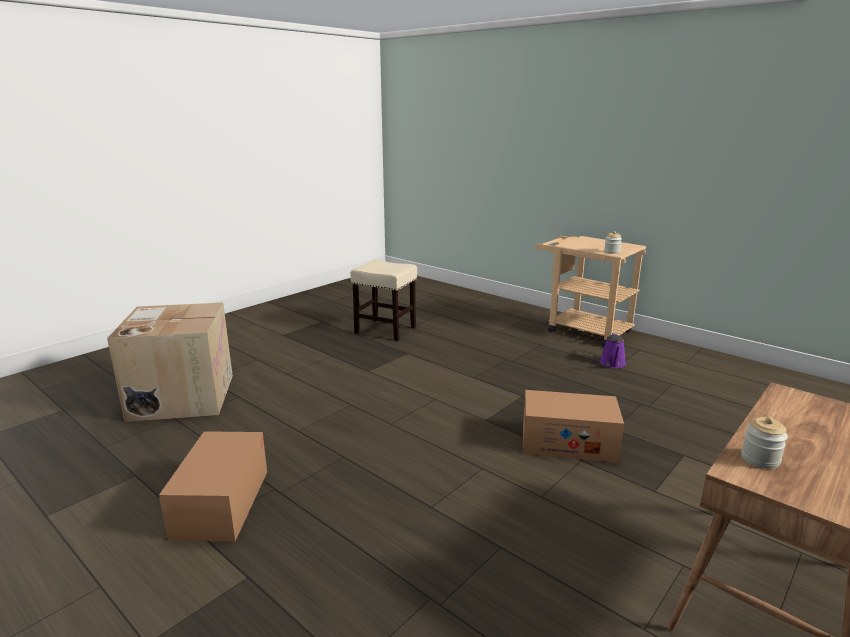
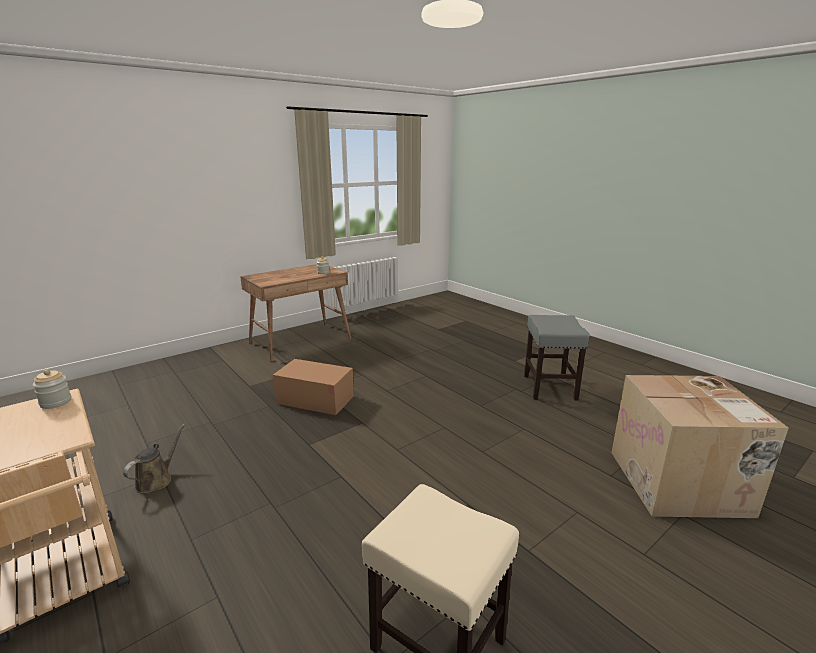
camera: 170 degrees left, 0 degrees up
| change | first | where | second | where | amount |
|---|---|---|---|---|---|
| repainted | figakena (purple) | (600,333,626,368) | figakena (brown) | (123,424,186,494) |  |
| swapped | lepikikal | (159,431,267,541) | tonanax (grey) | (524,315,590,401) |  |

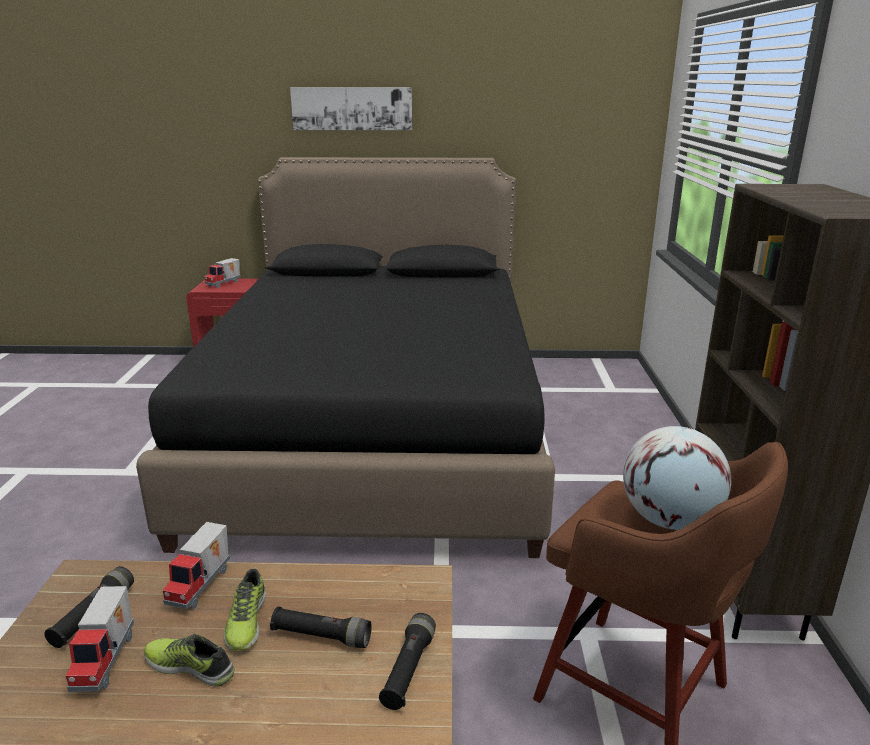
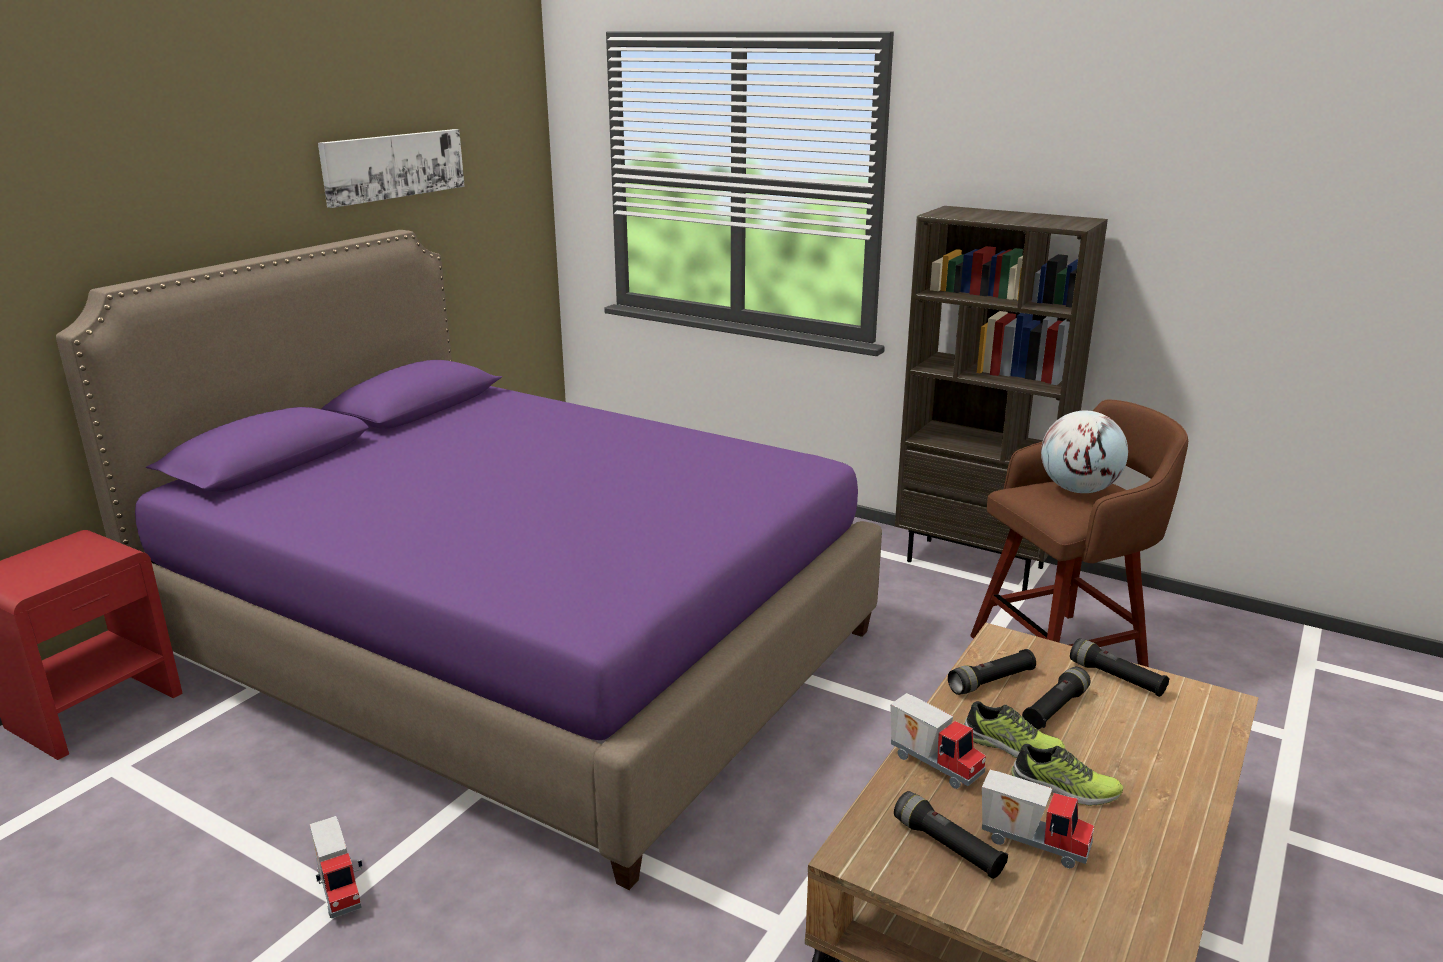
camera: 60 degrees left, 0 degrees up
| change | first | where | second | where | amount |
|---|---|---|---|---|---|
| repainted | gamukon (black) | (136,157,555,558) | gamukon (purple) | (56,230,882,890) |  |
| shifted | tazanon | (205,258,240,288) |  | (310,816,363,918) |  |
| shifted | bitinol | (290,87,412,130) |  | (318,129,465,208) |  |
| new |  |  | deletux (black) | (948,649,1036,695) |  |
| rotated | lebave | (144,634,235,686) |  | (1011,744,1123,806) | 120 degrees counterclockwise |

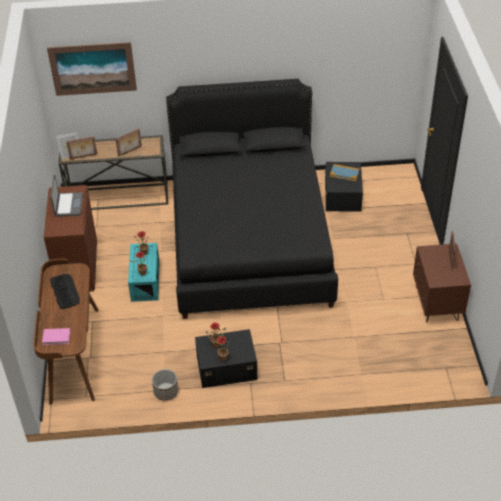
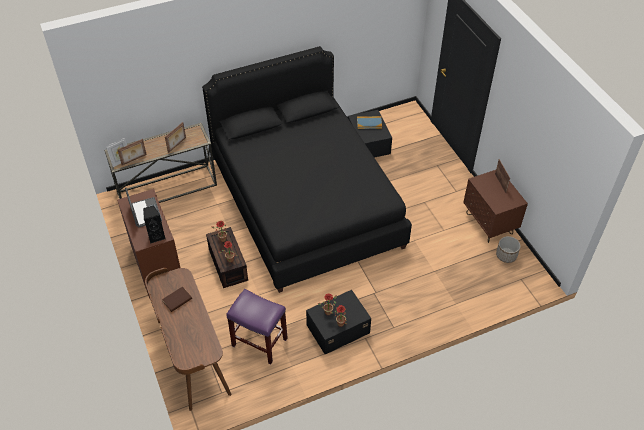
camera: 20 degrees left, 5 degrees up
| change | first | where | second | where | amount |
|---|---|---|---|---|---|
| new |  |  | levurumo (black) | (143,205,166,244) |  |
| swapped | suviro | (50,274,80,309) | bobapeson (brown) | (162,287,192,312) |  |
| repainted | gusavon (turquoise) | (128,243,159,302) | gusavon (brown) | (206,227,248,288) |  |
| new |  |  | tonanax (purple) | (226,289,288,364) |  |
| shifted | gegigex | (152,369,178,401) |  | (496,236,521,263) |  |
| gone | bobapeson (pink) | (42,328,70,345) |  |  |  |
| gone | bitinol | (47,42,137,96) |  |  |  |

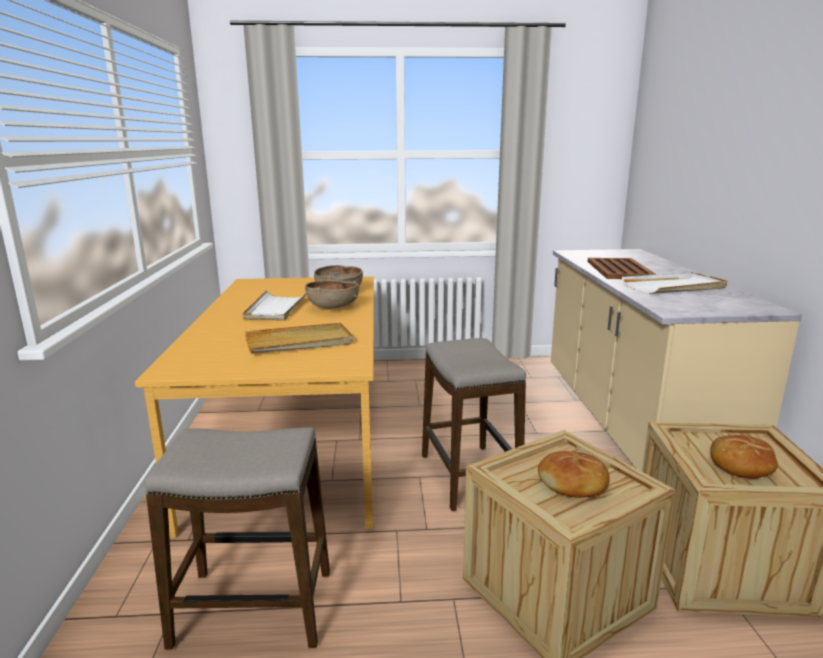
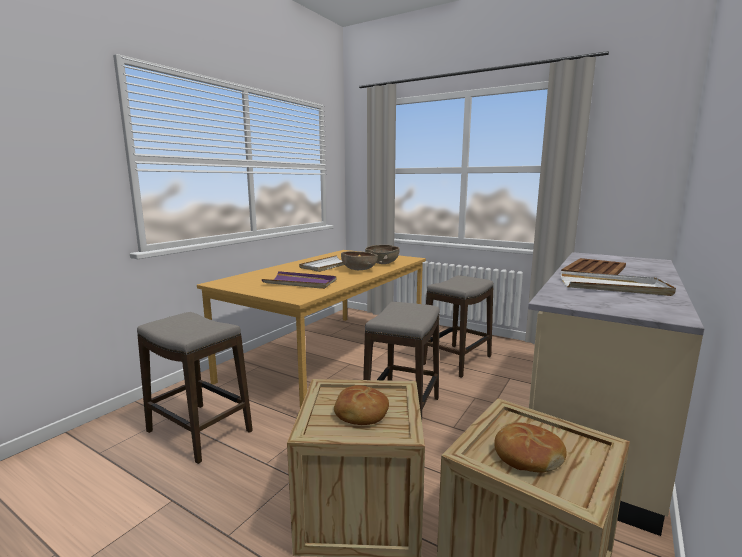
camera: 35 degrees right, 5 degrees down
| change | first | where | second | where | amount |
|---|---|---|---|---|---|
| repainted | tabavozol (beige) | (245,323,353,354) | tabavozol (purple) | (262,271,336,289) |  |
| new |  |  | tonanax | (423,275,494,378) |  |

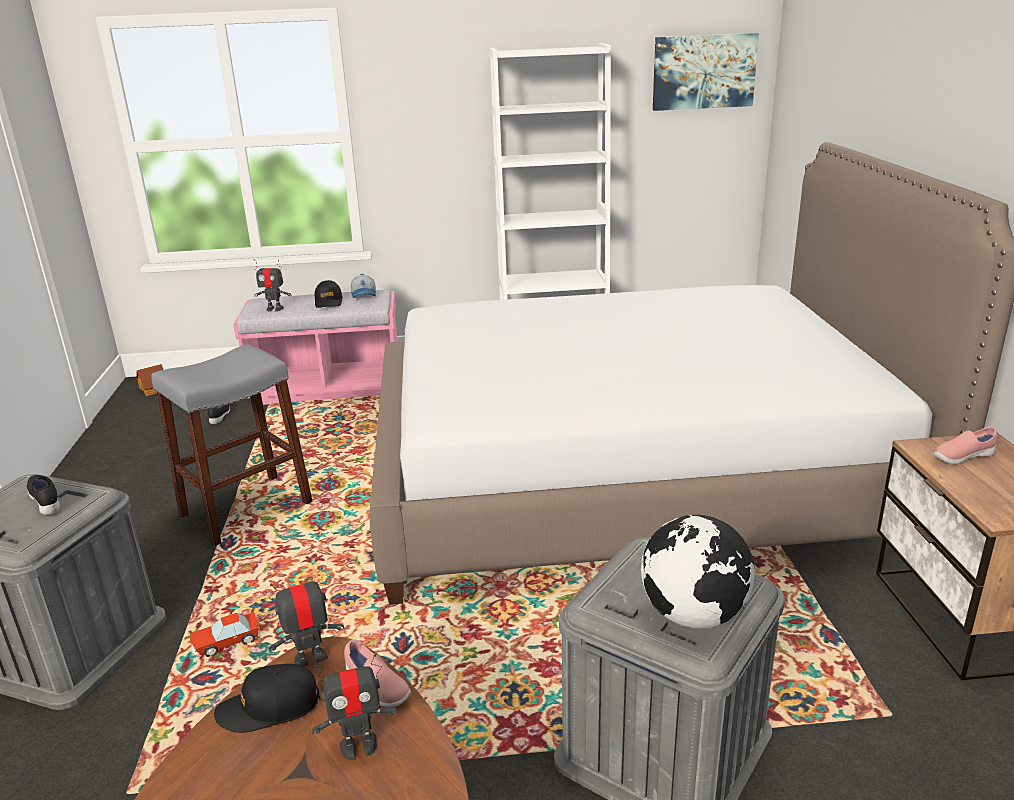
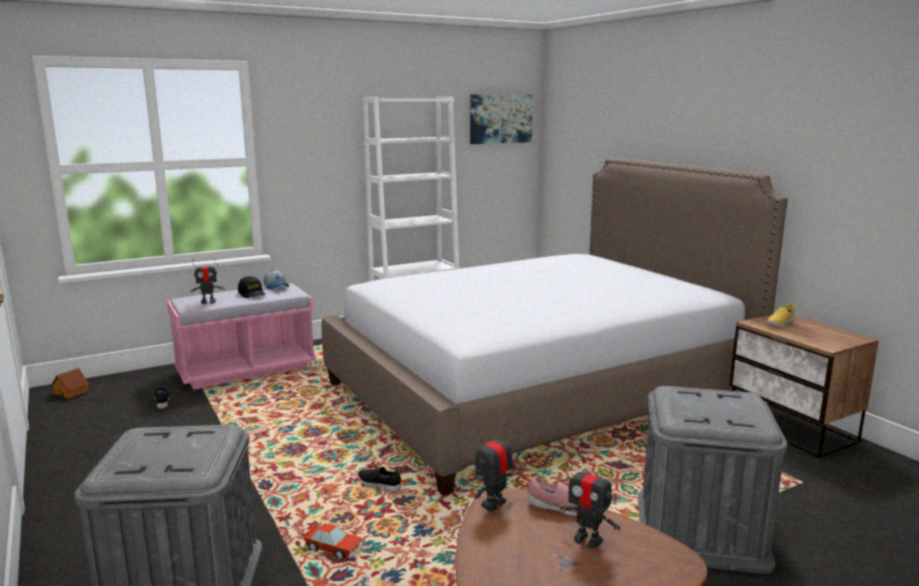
camera: 25 degrees left, 10 degrees down
| change | first | where | second | where | amount |
|---|---|---|---|---|---|
| rotated | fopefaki | (190,608,261,657) |  | (302,521,363,559) | 105 degrees counterclockwise |
| shifted | lebave (black) | (27,475,60,515) |  | (358,467,401,492) |  |
| rotated | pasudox | (312,654,398,760) |  | (560,456,620,548) | 75 degrees clockwise |
| repainted | lebave (pink) | (933,426,998,464) | lebave (yellow) | (767,304,795,328) |  |
| gone | tonanax (grey) | (151,344,313,547) |  |  |  |
| gone | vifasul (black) | (214,664,320,733) |  |  |  |
| gone | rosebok | (641,515,755,629) |  |  |  |

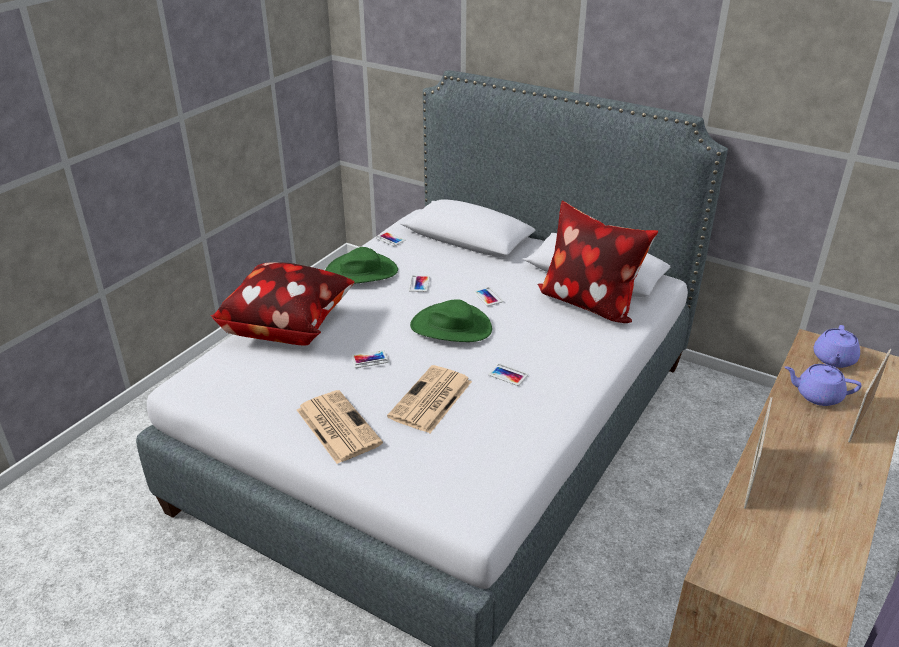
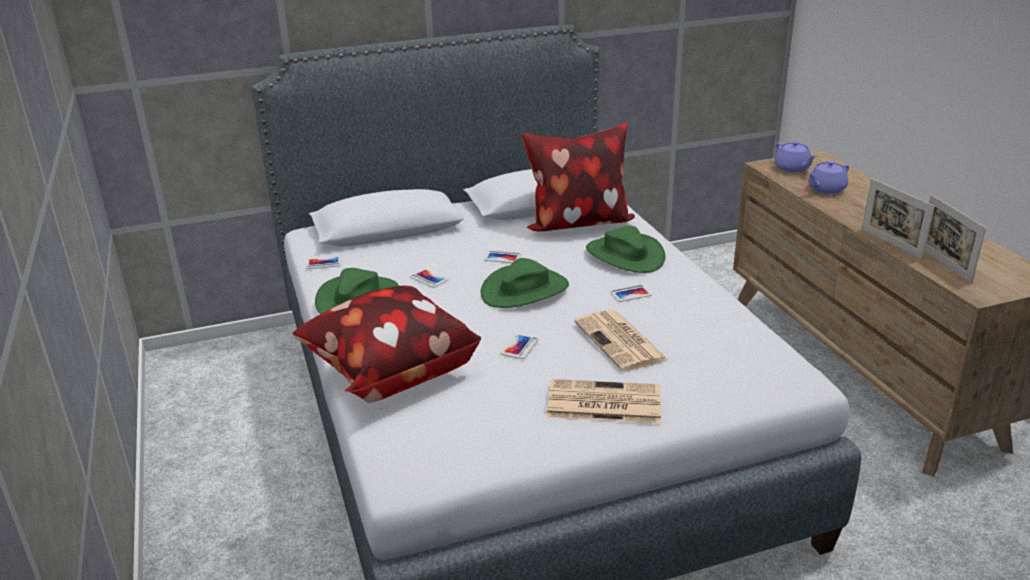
camera: 50 degrees left, 5 degrees down
| change | first | where | second | where | amount |
|---|---|---|---|---|---|
| new |  |  | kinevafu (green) | (586,226,666,273) |  |
| shifted | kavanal | (848,349,892,442) |  | (925,194,986,283) |  |

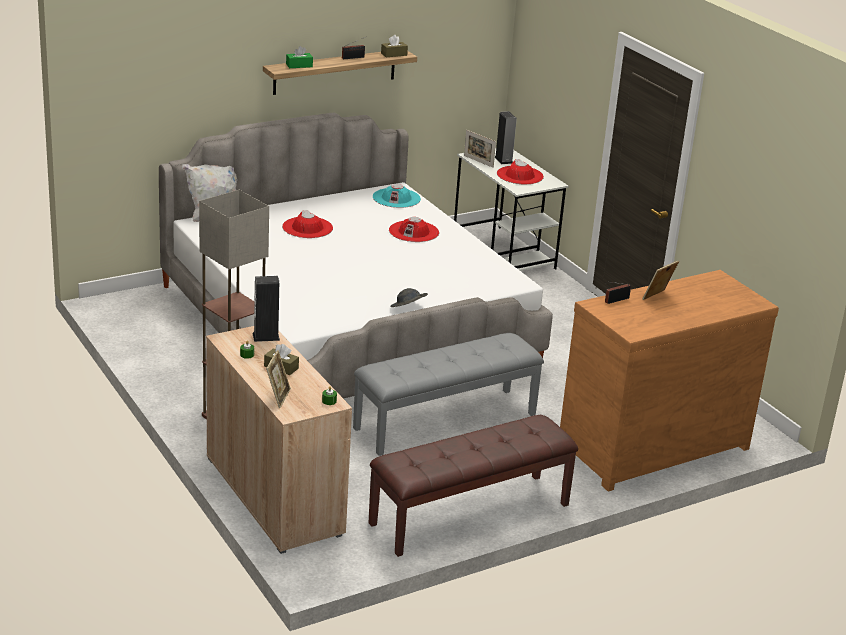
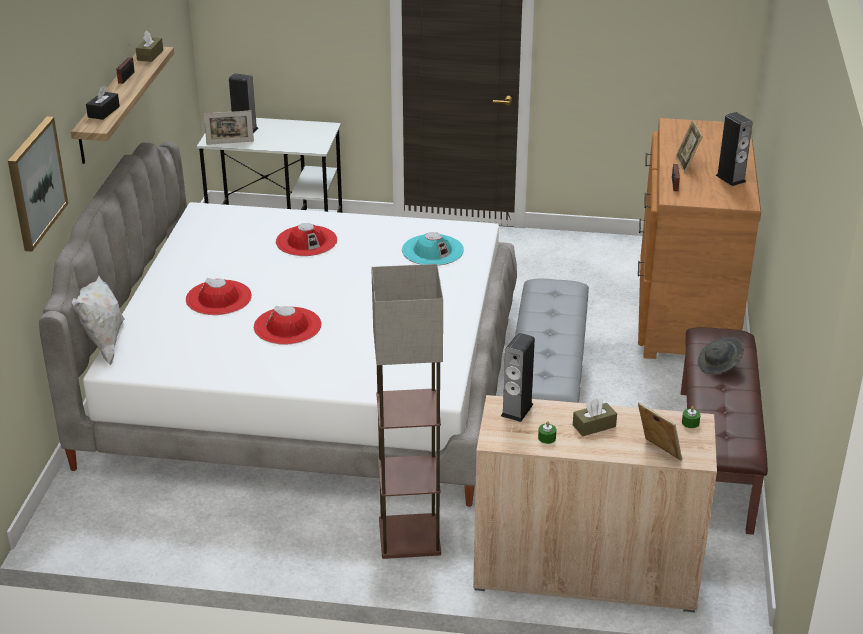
camera: 50 degrees left, 5 degrees up
| change | first | where | second | where | amount |
|---|---|---|---|---|---|
| new |  |  | bitinol | (8,117,68,252) |  |
| repainted | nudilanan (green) | (286,46,313,68) | nudilanan (black) | (86,86,120,120) |  |
| shifted | kinevafu (red) | (497,159,544,184) |  | (254,306,321,345) |  |
| shifted | kinevafu (turquoise) | (373,184,421,208) |  | (402,232,464,266) |  |
| shifted | kinevafu (grey) | (390,288,428,307) |  | (697,337,744,374) |  |
| new |  |  | levurumo | (716,112,753,186) |  |

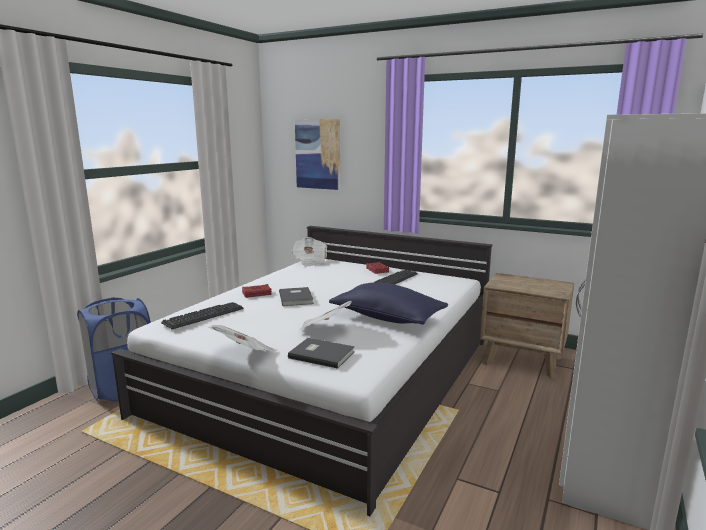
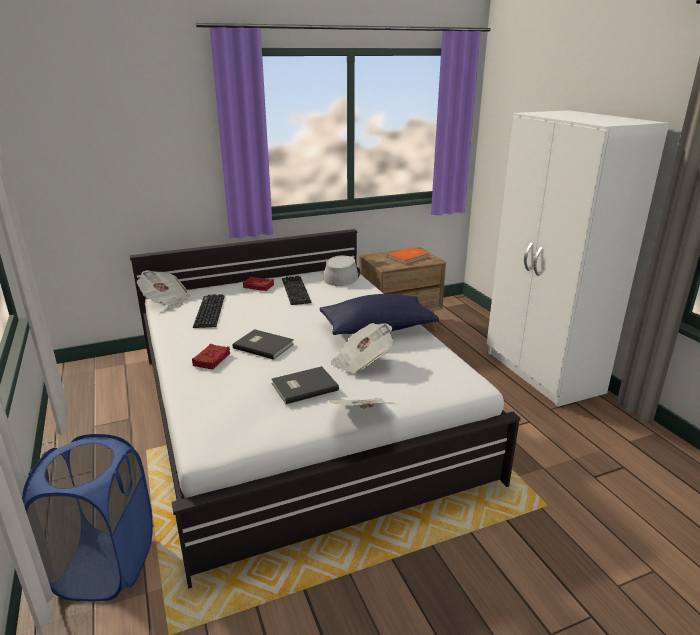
camera: 50 degrees left, 10 degrees up
| change | first | where | second | where | amount |
|---|---|---|---|---|---|
| shifted | suviro | (161,302,244,329) |  | (193,294,225,328) |  |
| shifted | bobapeson (grey) | (288,338,355,369) |  | (271,366,339,404) |  |
| new |  |  | kinevafu (grey) | (323,255,361,286) |  |
| new |  |  | bobapeson (orange) | (387,247,430,264) |  |
| gone | bitinol | (295,119,340,190) |  |  |  |

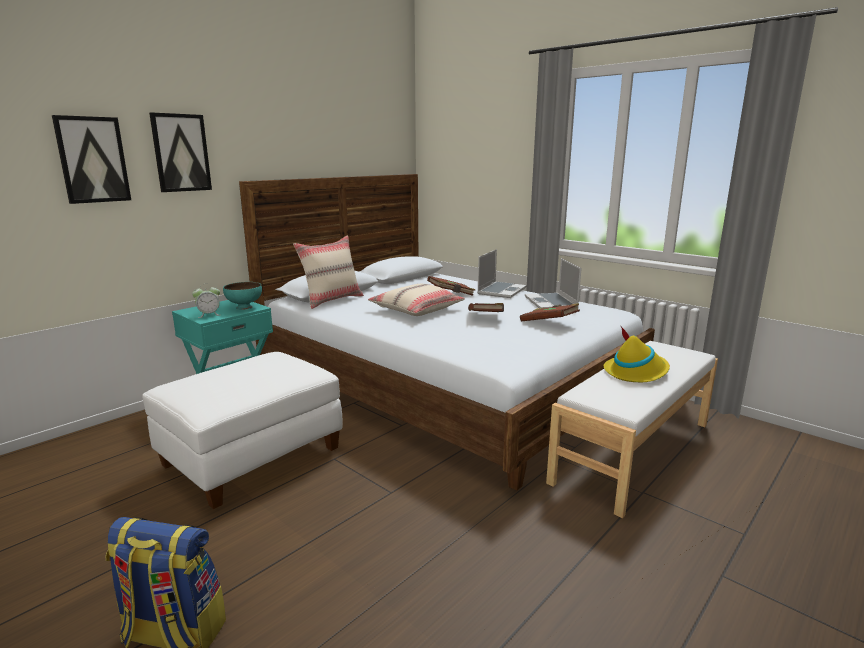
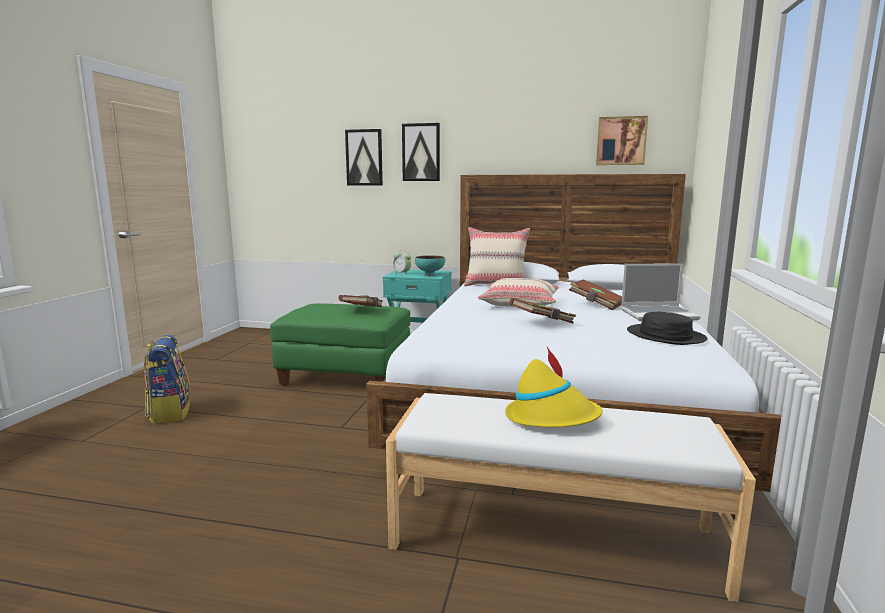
camera: 60 degrees right, 5 degrees down
| change | first | where | second | where | amount |
|---|---|---|---|---|---|
| repainted | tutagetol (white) | (142,352,343,509) | tutagetol (green) | (270,303,410,385) |  |
| shifted | bobapeson (brown) | (520,303,580,321) |  | (339,295,383,307) |  |
| new |  |  | bitinol | (596,116,648,165) |  |
| swapped | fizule | (525,258,582,308) | kinevafu (black) | (627,312,707,345) |  |

